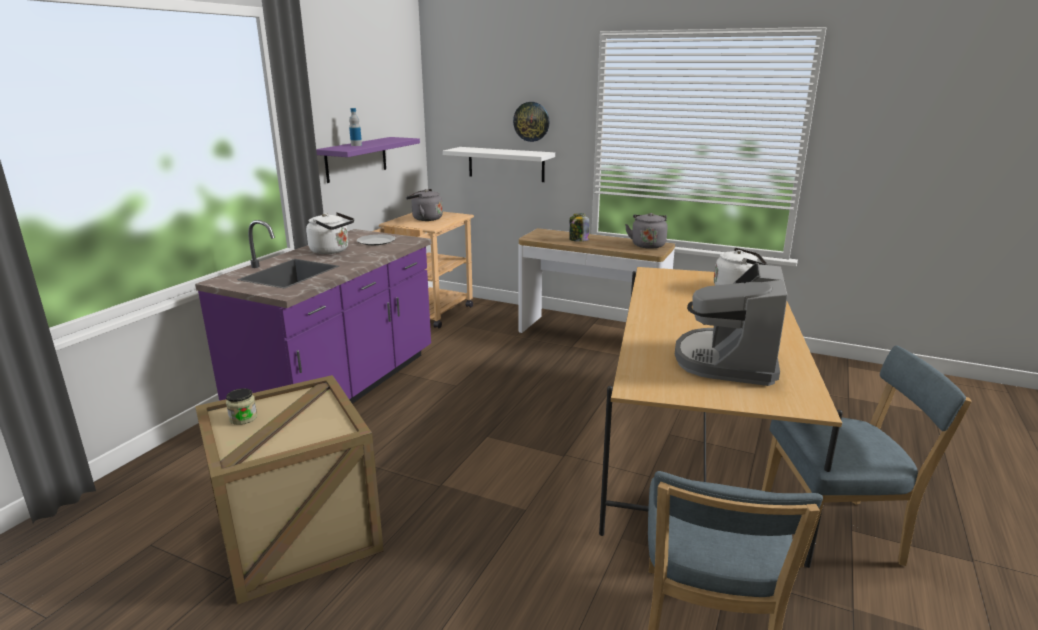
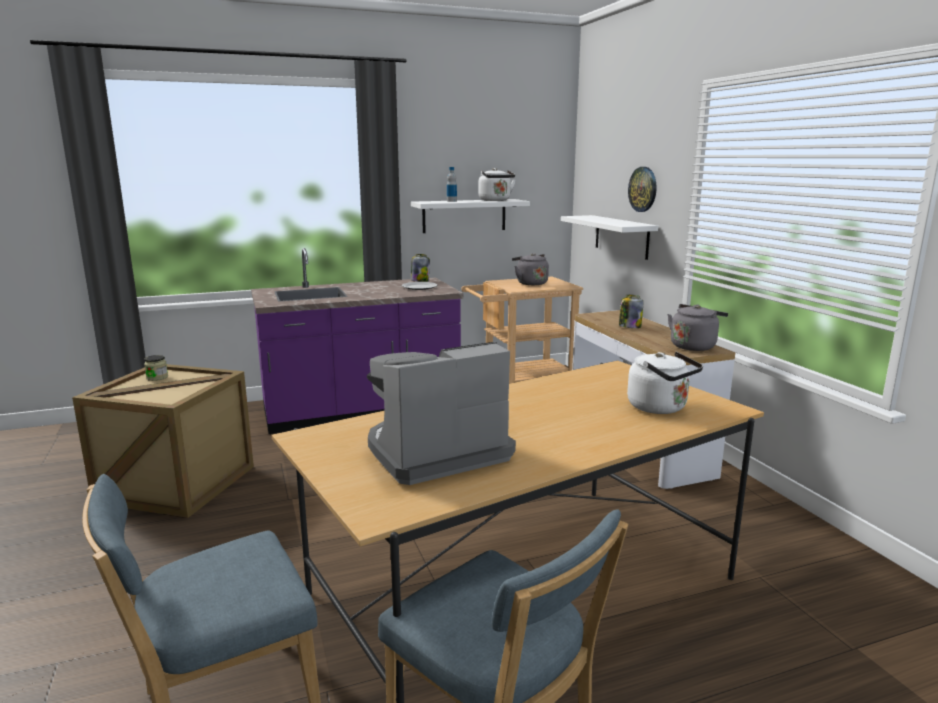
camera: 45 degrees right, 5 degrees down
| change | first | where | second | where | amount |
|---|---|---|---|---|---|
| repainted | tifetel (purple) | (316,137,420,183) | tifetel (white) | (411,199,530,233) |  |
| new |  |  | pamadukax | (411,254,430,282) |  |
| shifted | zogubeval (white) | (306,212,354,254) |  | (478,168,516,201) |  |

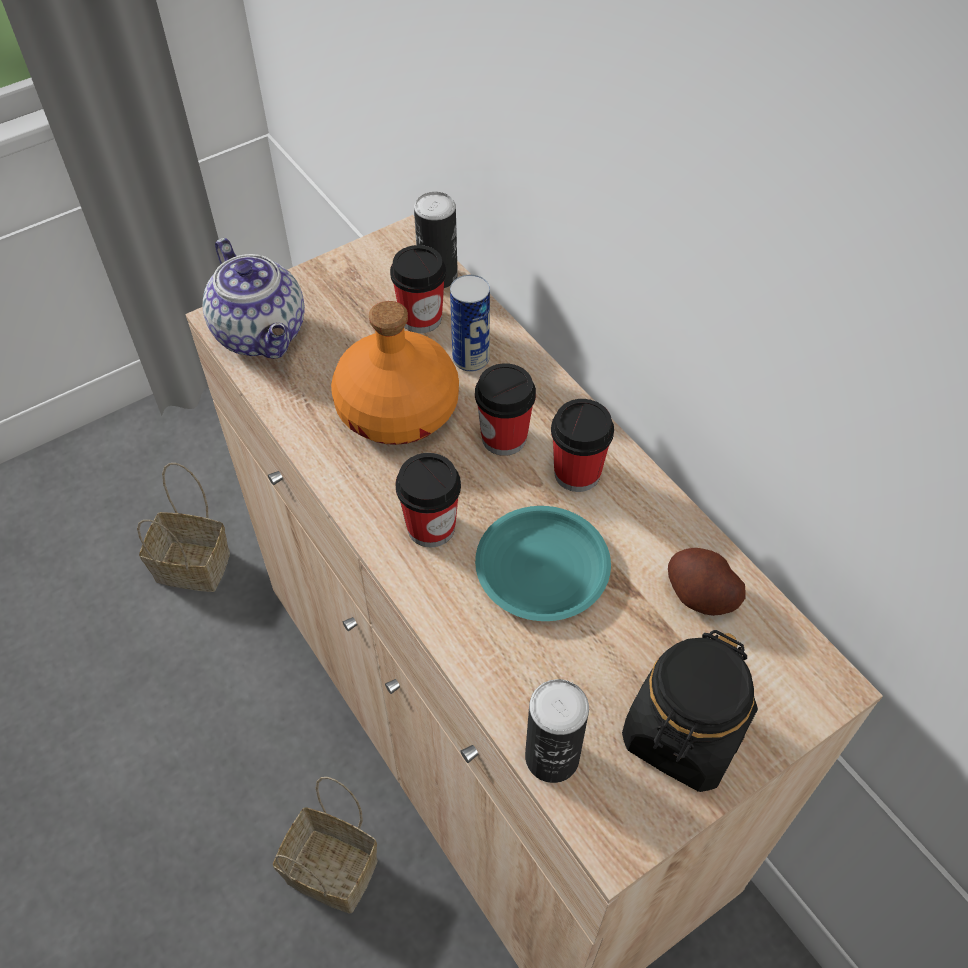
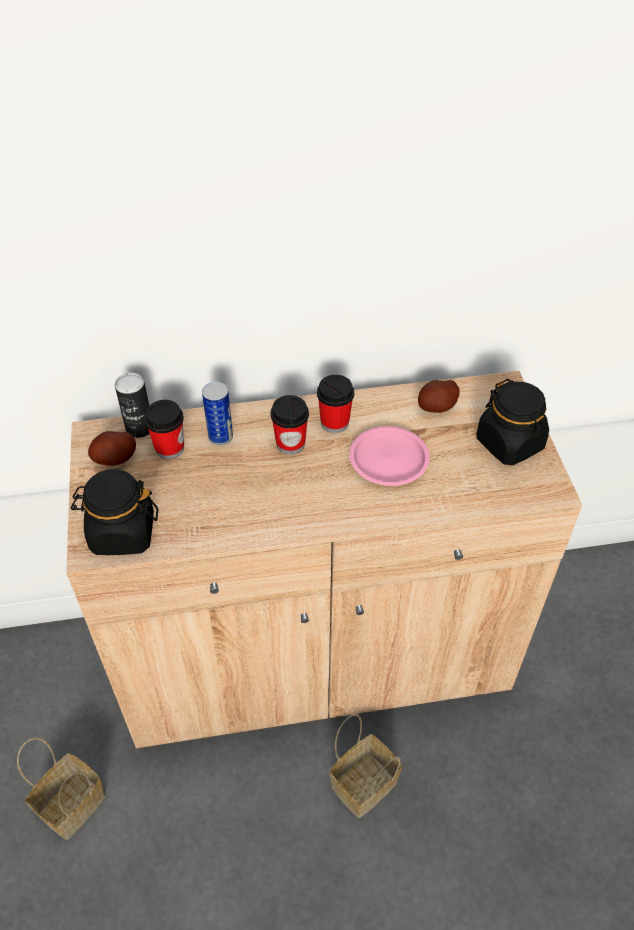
camera: 65 degrees left, 5 degrees down
| change | first | where | second | where | amount |
|---|---|---|---|---|---|
| swapped | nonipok | (203,238,305,359) | pamadukax (black) | (71,469,159,555) |  |
| new |  |  | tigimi | (88,431,136,466) |  |
| repainted | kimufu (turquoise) | (475,506,611,621) | kimufu (pink) | (349,426,430,486) |  |
| gone | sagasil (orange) | (331,301,459,445) |  |  |  |
| gone | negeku | (395,453,461,548) |  |  |  |
| gone | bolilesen | (525,679,589,783) |  |  |  |

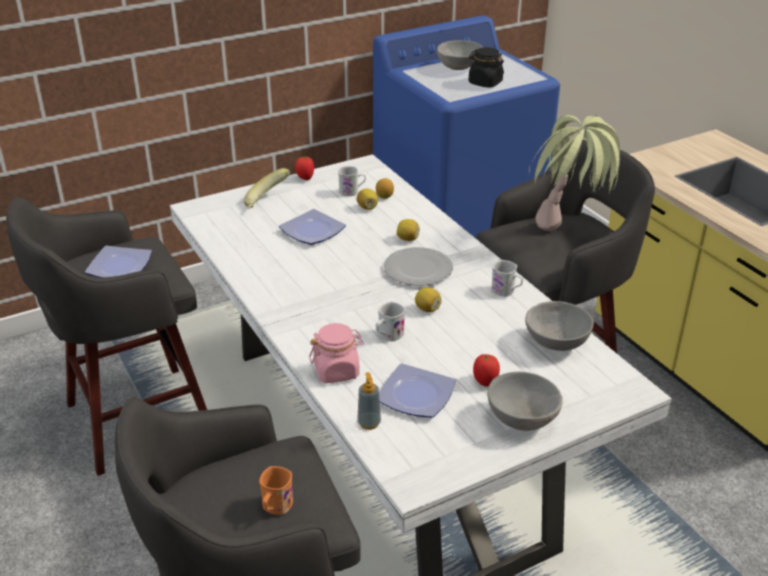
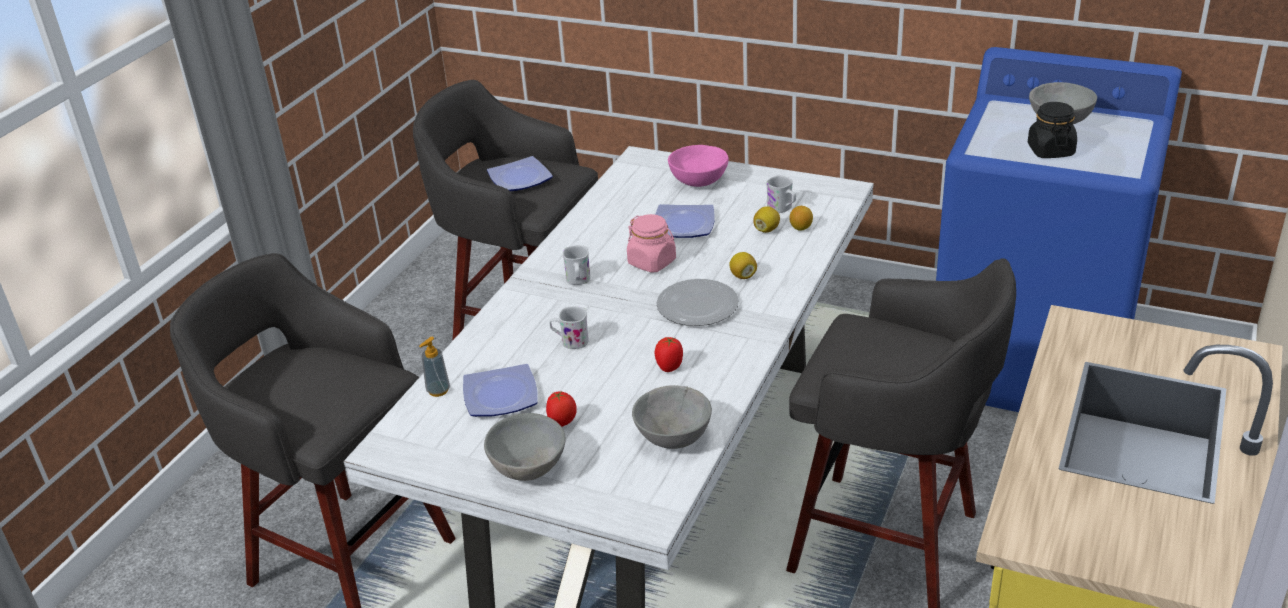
camera: 55 degrees right, 0 degrees up
| change | first | where | second | where | amount |
|---|---|---|---|---|---|
| shifted | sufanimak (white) | (491,260,523,297) |  | (563,245,590,285) |  |
| shifted | pamadukax (pink) | (309,323,364,383) |  | (627,214,676,273) |  |
| shifted | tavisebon | (295,156,314,180) |  | (654,337,683,372) |  |
| swapped | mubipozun | (244,168,290,208) | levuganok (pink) | (668,145,729,187) |  |
| gone | sufanimak (orange) | (259,466,293,515) |  |  |  |
| gone | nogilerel | (415,287,442,312) |  |  |  |
| gone | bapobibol | (529,115,620,231) |  |  |  |

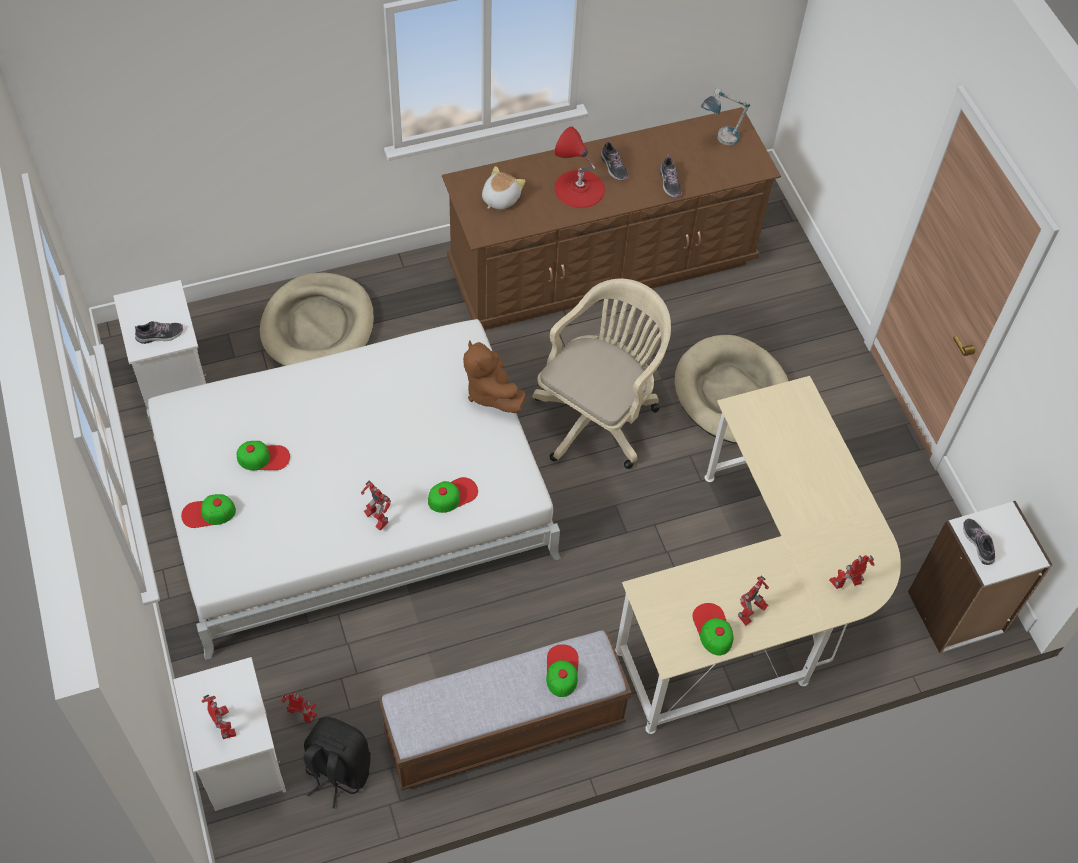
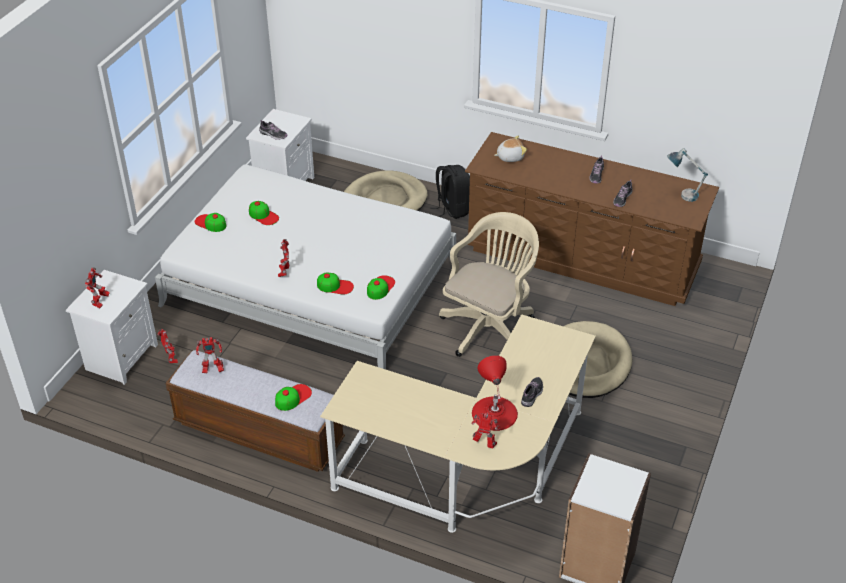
camera: 45 degrees right, 15 degrees down
| change | first | where | second | where | amount |
|---|---|---|---|---|---|
| shifted | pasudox | (738,576,769,626) |  | (196,337,224,373) |  |
| shifted | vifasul | (693,603,734,656) |  | (367,275,395,300) |  |
| shifted | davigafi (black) | (303,717,371,808) |  | (430,165,470,219) |  |
| rotated | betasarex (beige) | (533,279,671,469) |  | (439,212,539,357) | 45 degrees counterclockwise |
| shifted | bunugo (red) | (554,126,605,208) |  | (472,355,518,431) |  |
| shifted | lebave | (963,518,995,565) |  | (521,377,543,407) |  |
| gone | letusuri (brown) | (463,340,526,413) |  |  |  |

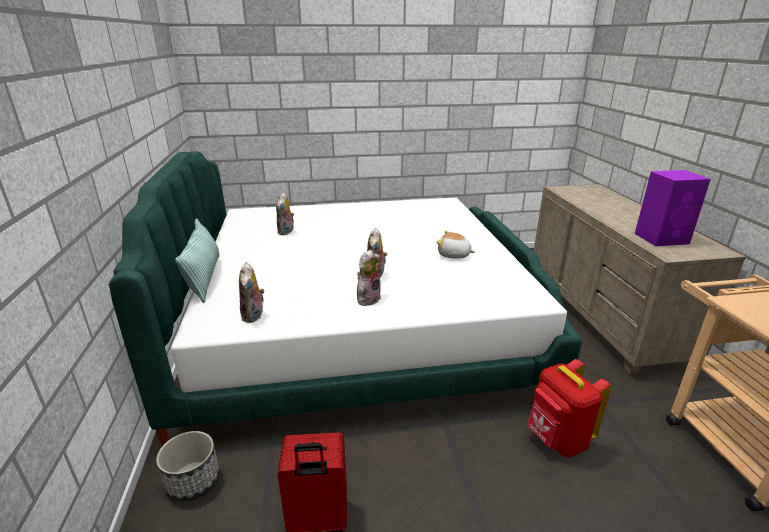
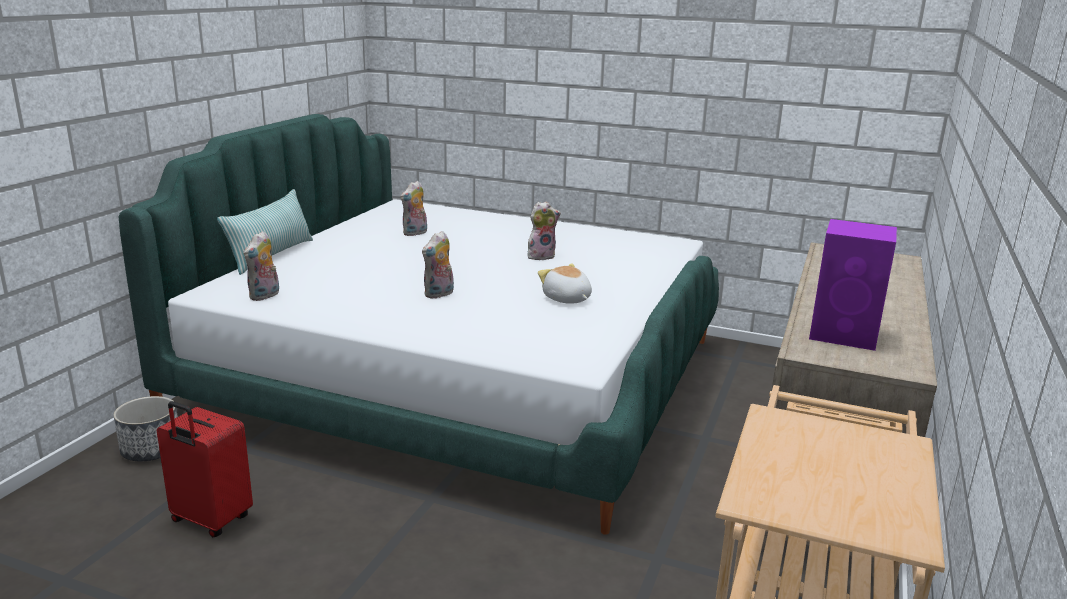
camera: 30 degrees right, 5 degrees down
| change | first | where | second | where | amount |
|---|---|---|---|---|---|
| shifted | letusuri | (357,249,381,306) |  | (528,202,561,260) |  |
| gone | davigafi (red) | (527,359,611,457) |  |  |  |

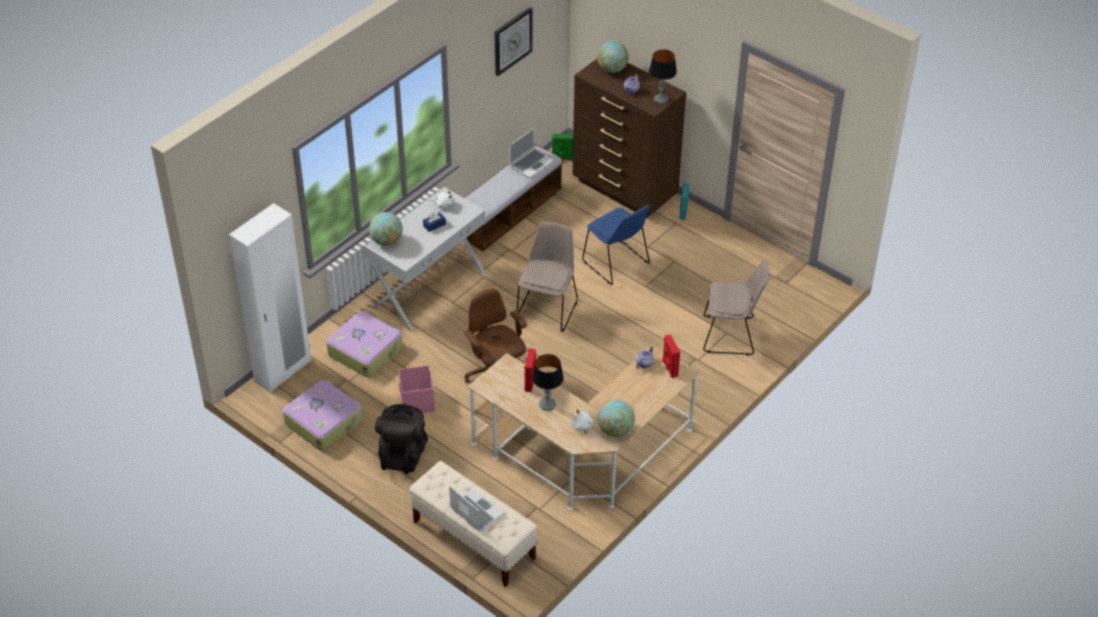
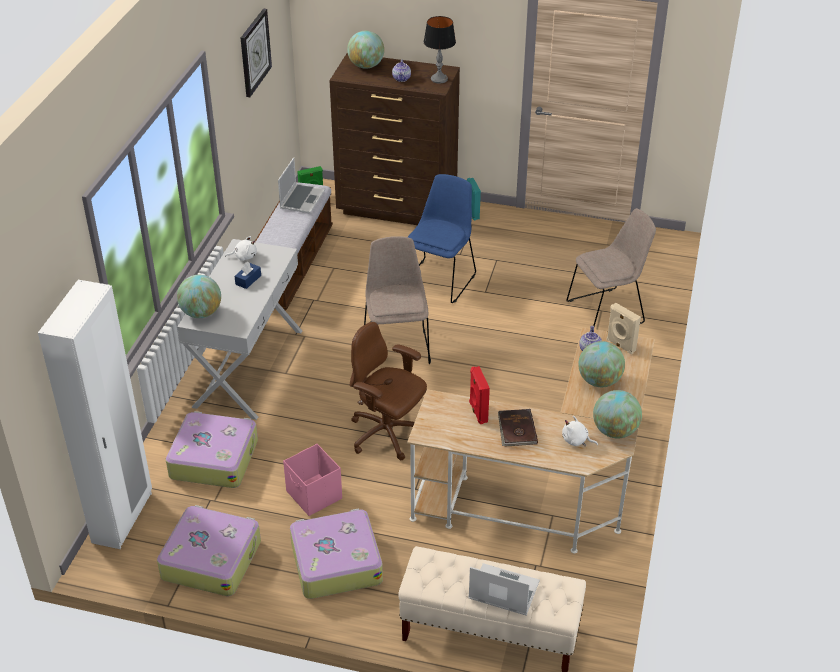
camera: 25 degrees left, 5 degrees down
| change | first | where | second | where | amount |
|---|---|---|---|---|---|
| swapped | davigafi (black) | (375,404,428,474) | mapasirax | (290,508,383,599) |  |
| rotated | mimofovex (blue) | (582,204,650,285) |  | (408,174,476,303) | 90 degrees counterclockwise |
| swapped | bunugo | (532,354,564,411) | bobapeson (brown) | (498,409,538,447) |  |
| new |  |  | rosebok | (578,341,625,387) |  |
| repainted | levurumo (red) | (662,335,680,378) | levurumo (beige) | (606,303,641,355) |  |

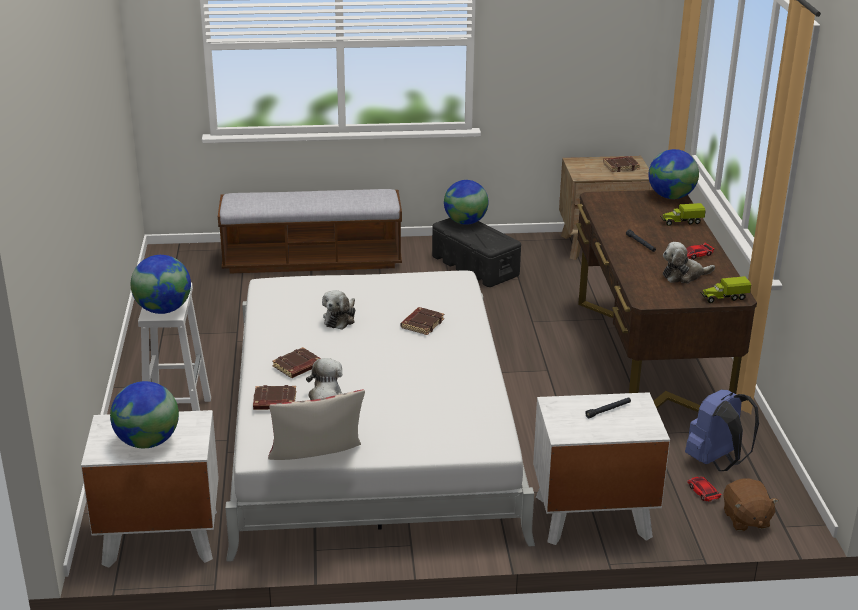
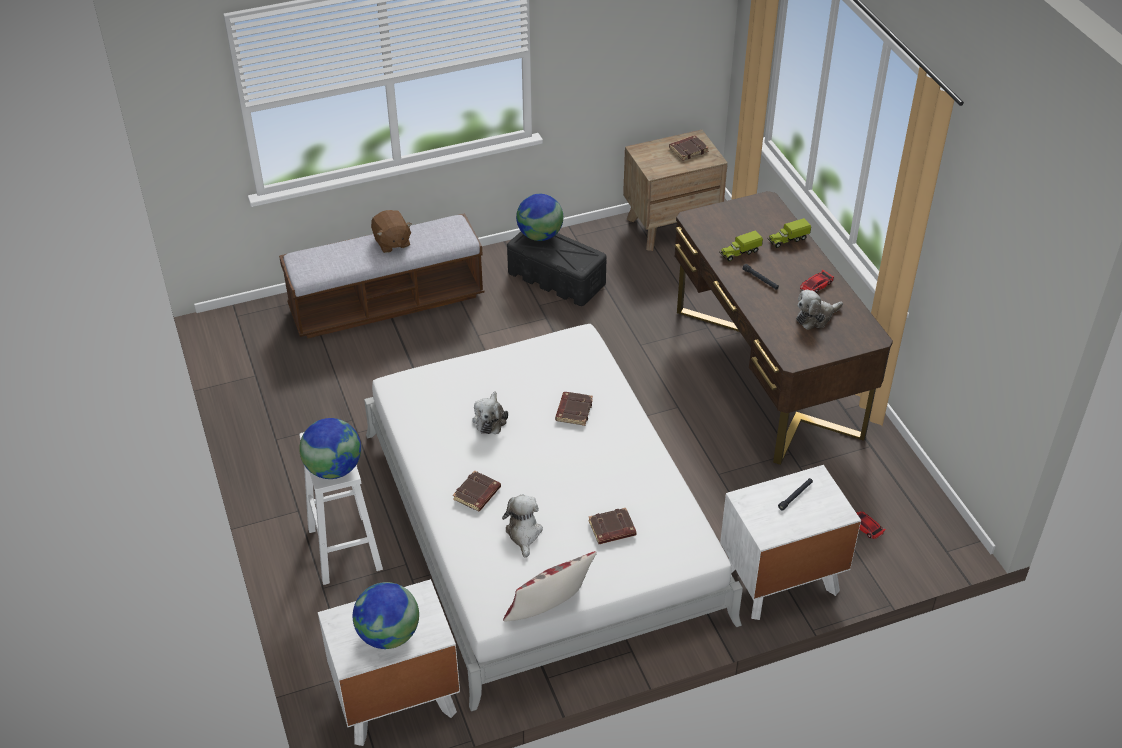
camera: 15 degrees left, 15 degrees up
| change | first | where | second | where | amount |
|---|---|---|---|---|---|
| shifted | letusuri (brown) | (723,478,779,531) |  | (371,210,412,253) |  |
| shifted | bobapeson (brown) | (253,385,296,410) |  | (588,508,637,544) |  |
| shifted | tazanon | (700,276,751,303) |  | (719,230,763,261) |  |
| gone | rosebok | (648,149,699,199) |  |  |  |
| gone | davigafi (blue) | (685,390,759,471) |  |  |  |

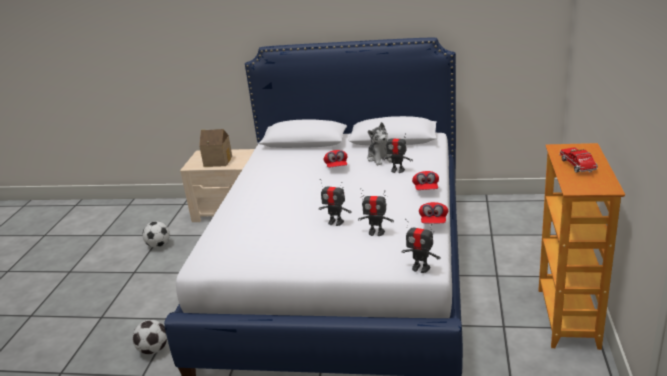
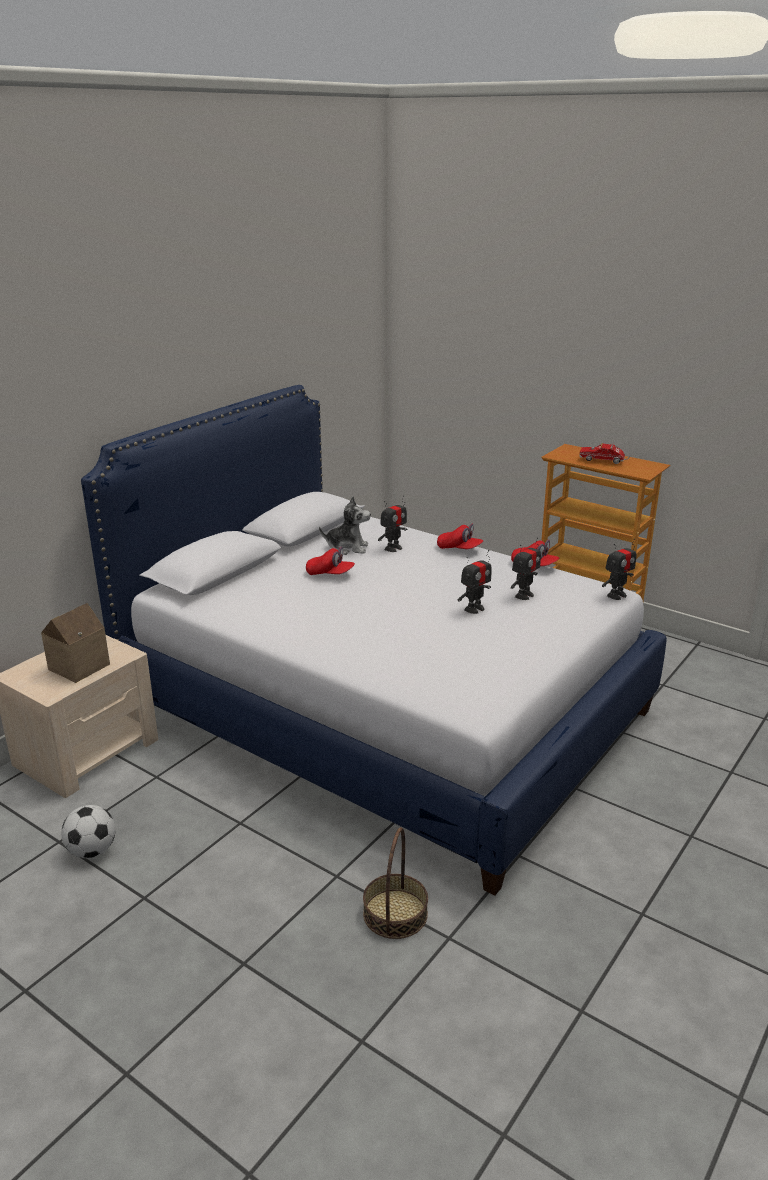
camera: 65 degrees left, 0 degrees up
| change | first | where | second | where | amount |
|---|---|---|---|---|---|
| swapped | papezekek | (132,320,167,354) | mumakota | (363,827,428,939) |  |

